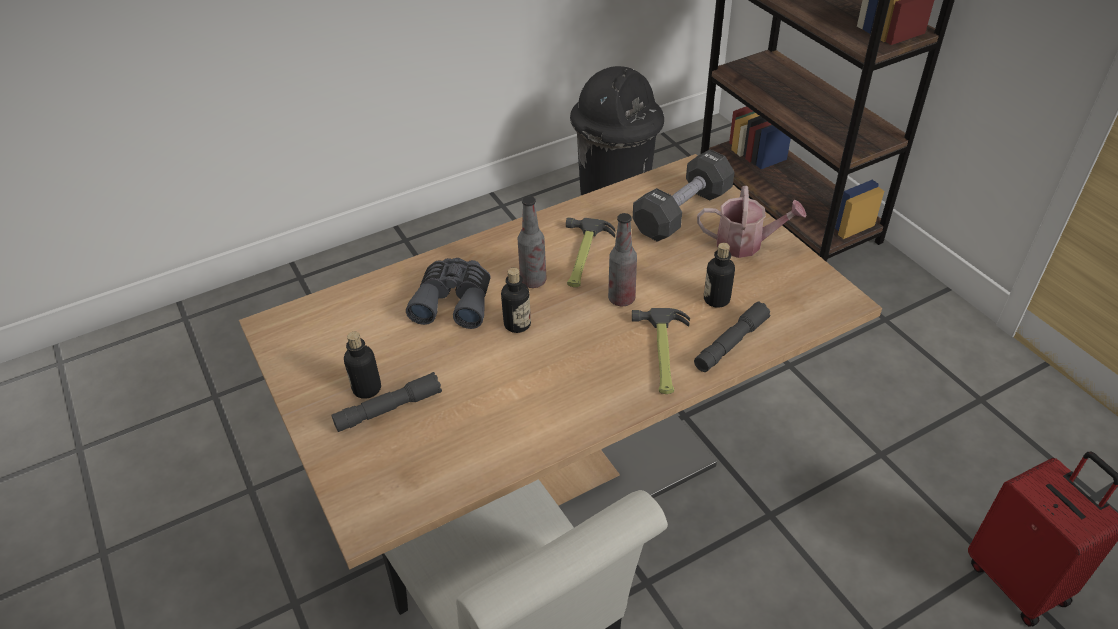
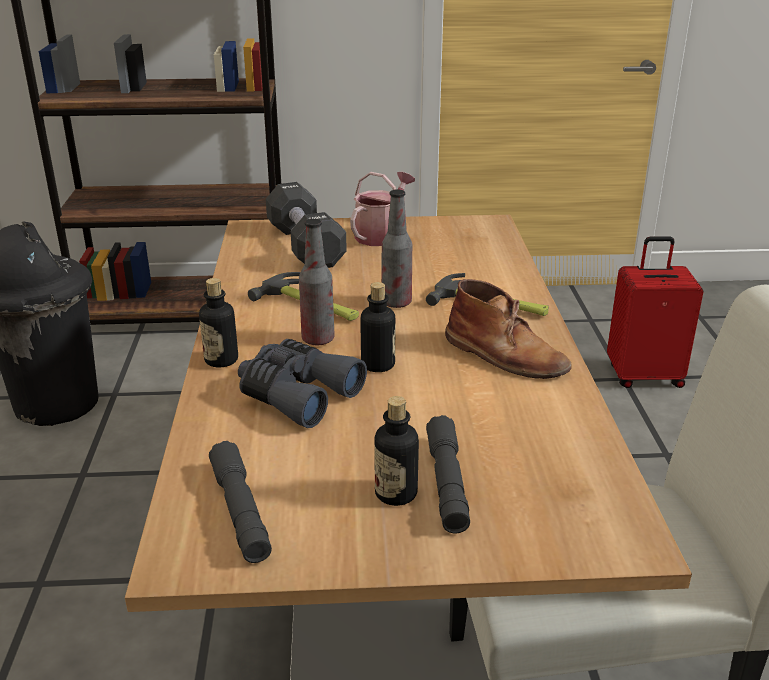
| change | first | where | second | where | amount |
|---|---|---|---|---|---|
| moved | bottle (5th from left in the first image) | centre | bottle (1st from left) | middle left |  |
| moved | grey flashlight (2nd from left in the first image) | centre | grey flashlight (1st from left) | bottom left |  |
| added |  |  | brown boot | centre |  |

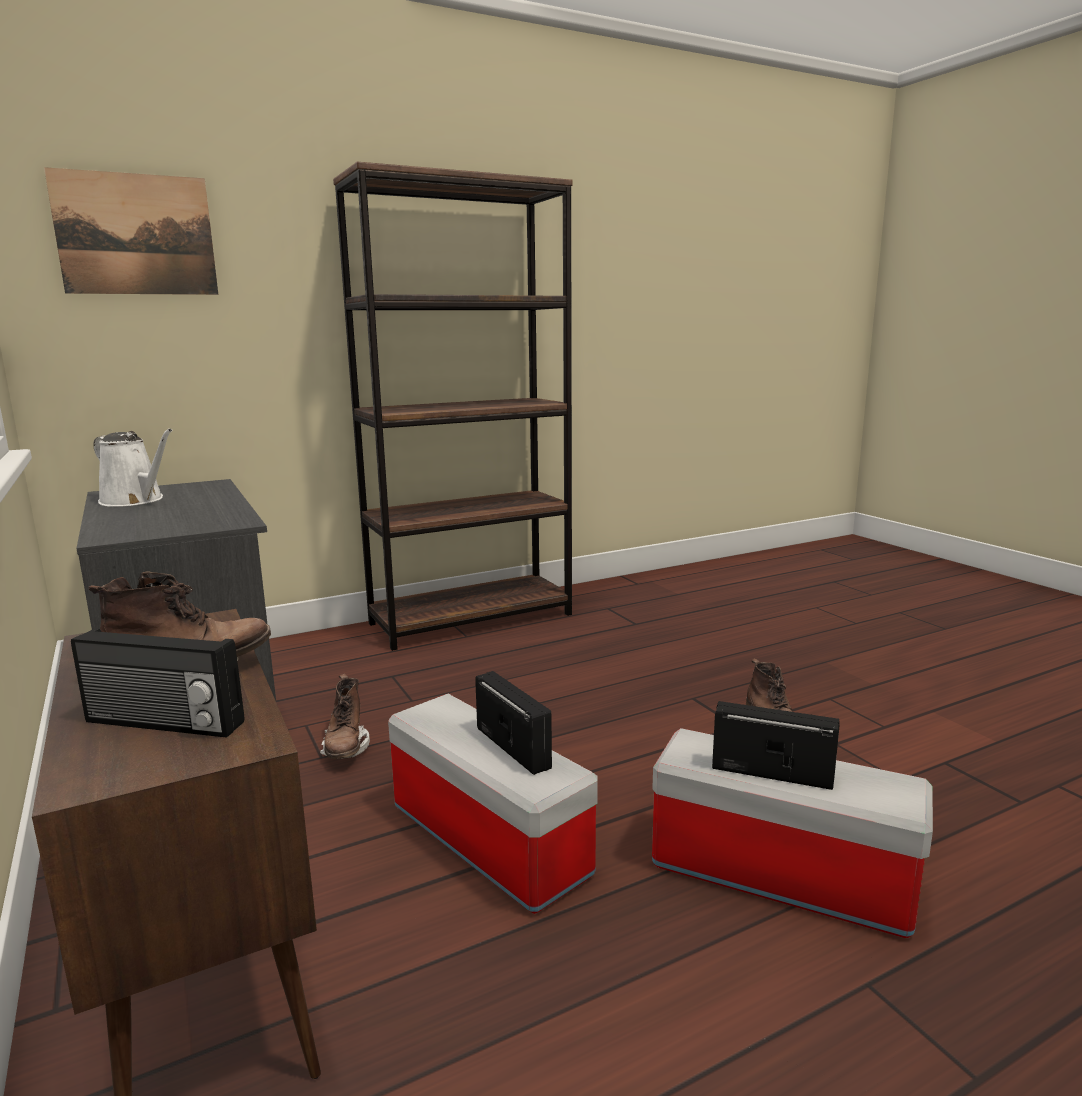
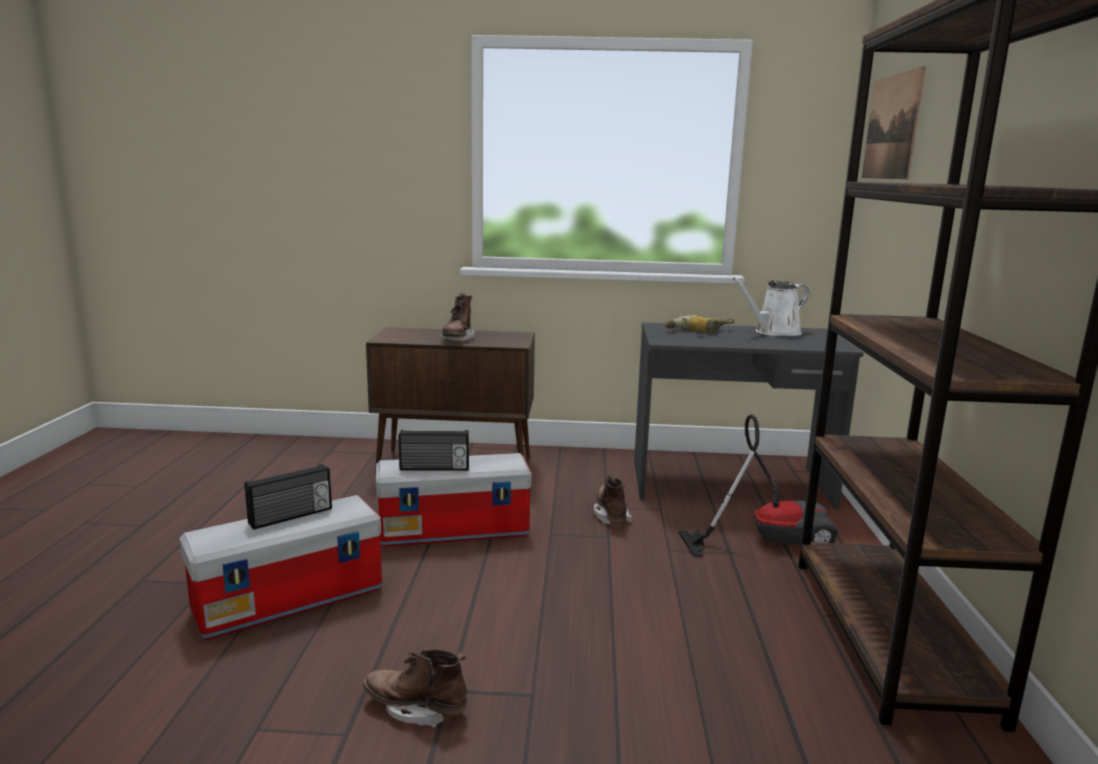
| change | first | where | second | where | amount |
|---|---|---|---|---|---|
| removed | radio (1st from left) | middle left |  |  |  |
| turned | brown boot (2nd from left in the first image) | middle left | brown boot (3rd from left) | centre | 60 degrees clockwise |
| added |  |  | power drill | centre |  |
| added |  |  | vacuum cleaner | middle right |  |

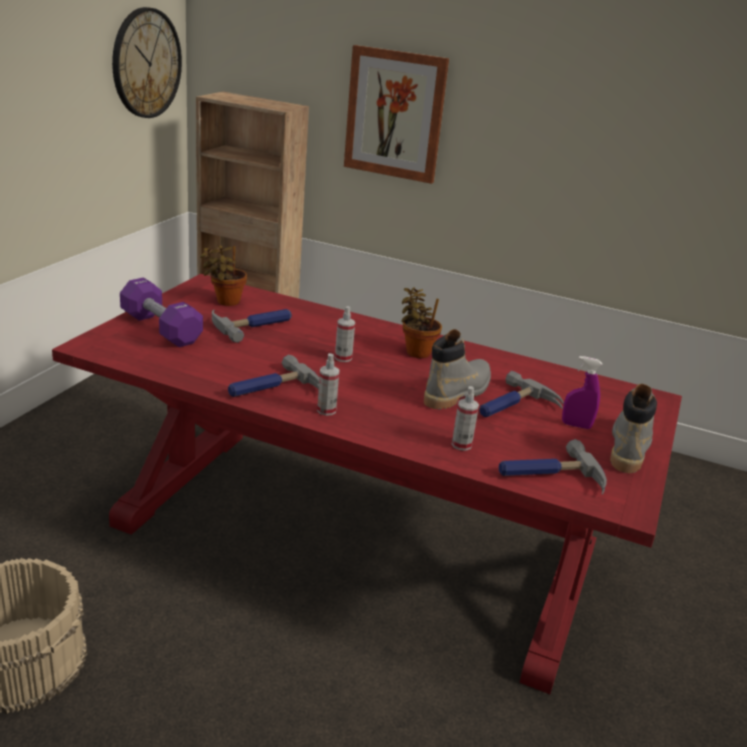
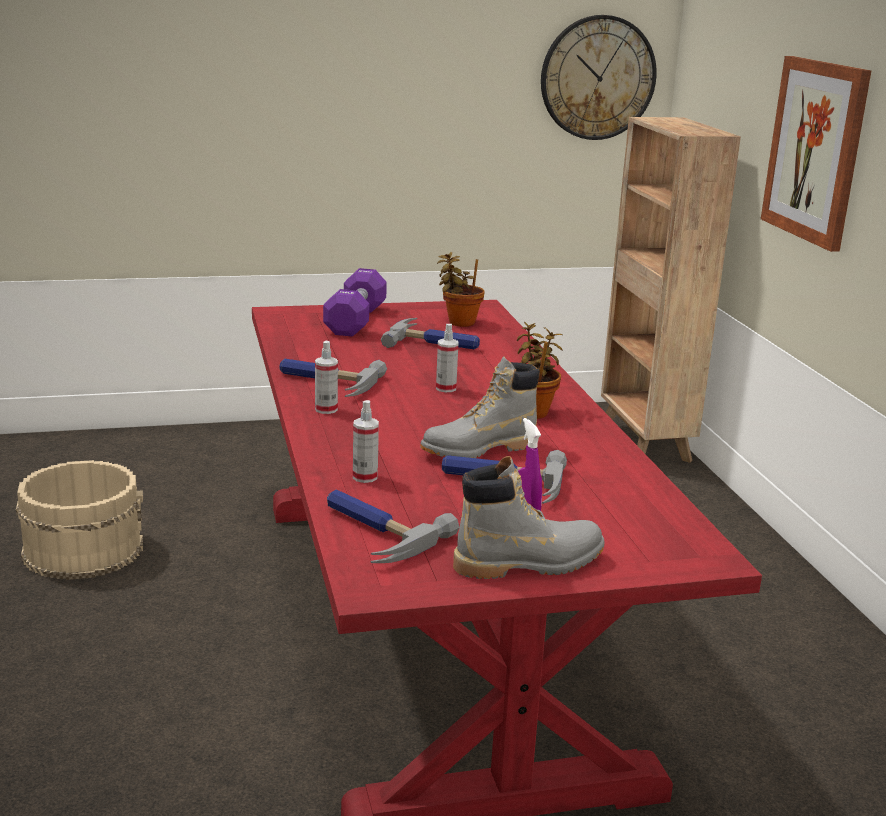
| change | first | where | second | where | amount |
|---|---|---|---|---|---|
| turned | grey boot (1st from left) | centre |  | centre | 150 degrees clockwise |

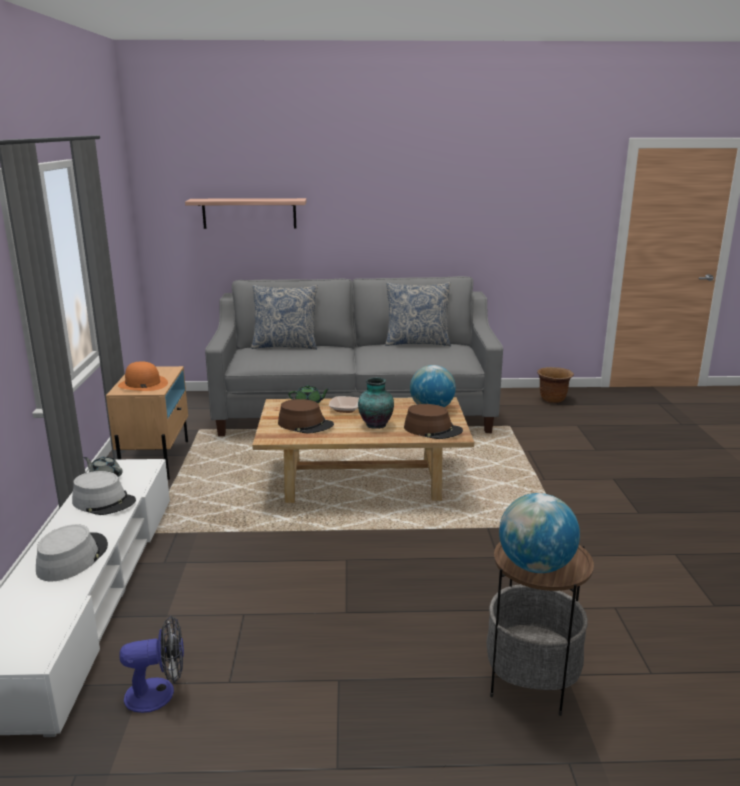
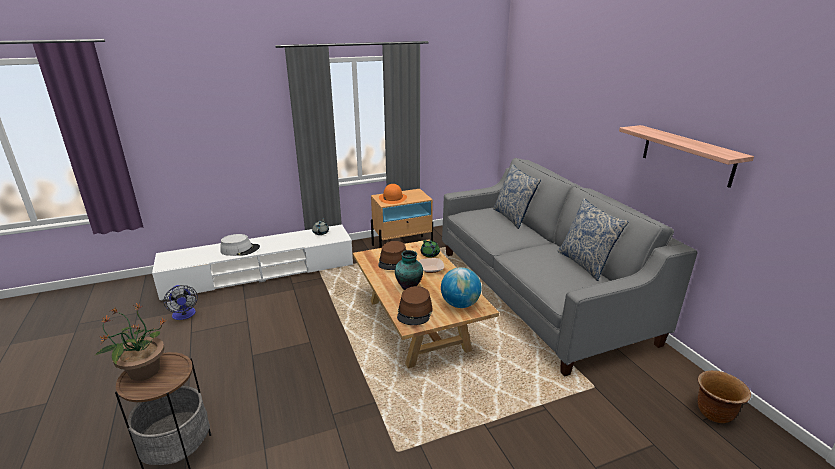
| change | first | where | second | where | amount |
|---|---|---|---|---|---|
| moved | shelf | top left |  | top right |  |
| removed | grey hat (2nd from left) | middle left |  |  |  |
| replaced | globe (2nd from left) | bottom right | potted plant | bottom left |  |

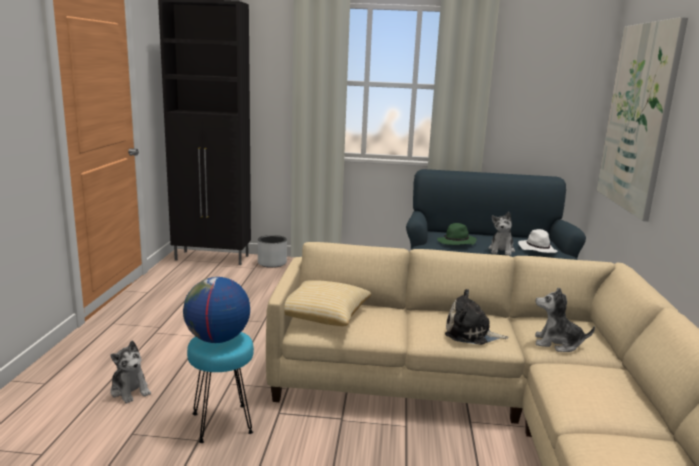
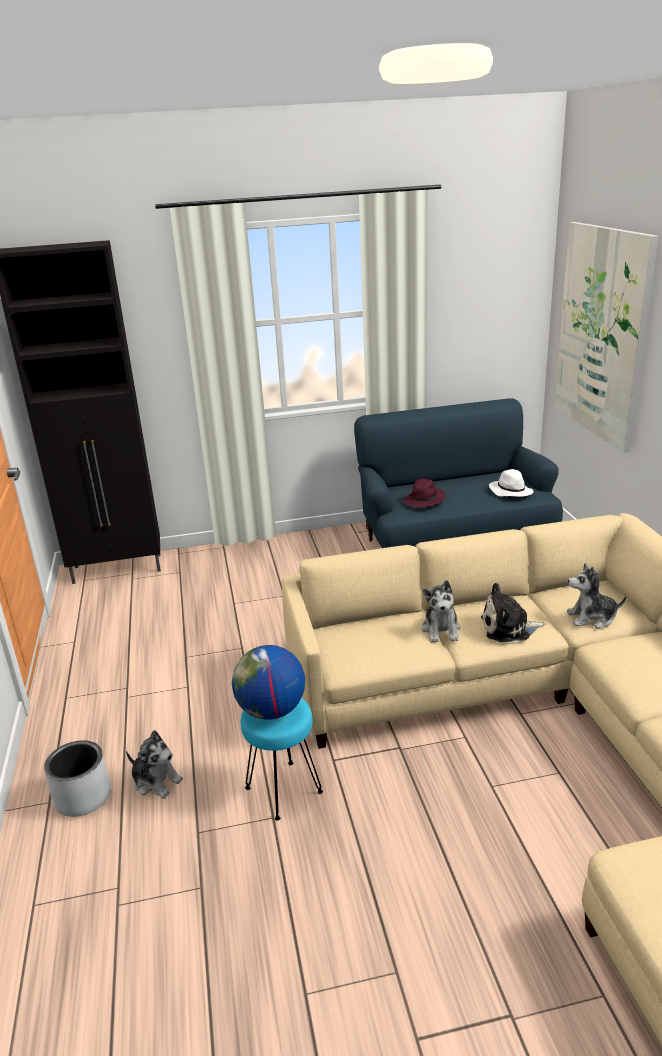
| change | first | where | second | where | amount |
|---|---|---|---|---|---|
| moved | plush toy (3rd from left in the first image) | middle right | plush toy (2nd from left) | centre |  |
| recoloured | green hat | centre | purple hat | centre |  |
| moved | grey planter | centre |  | bottom left |  |
| removed | pillow | centre |  |  |  |

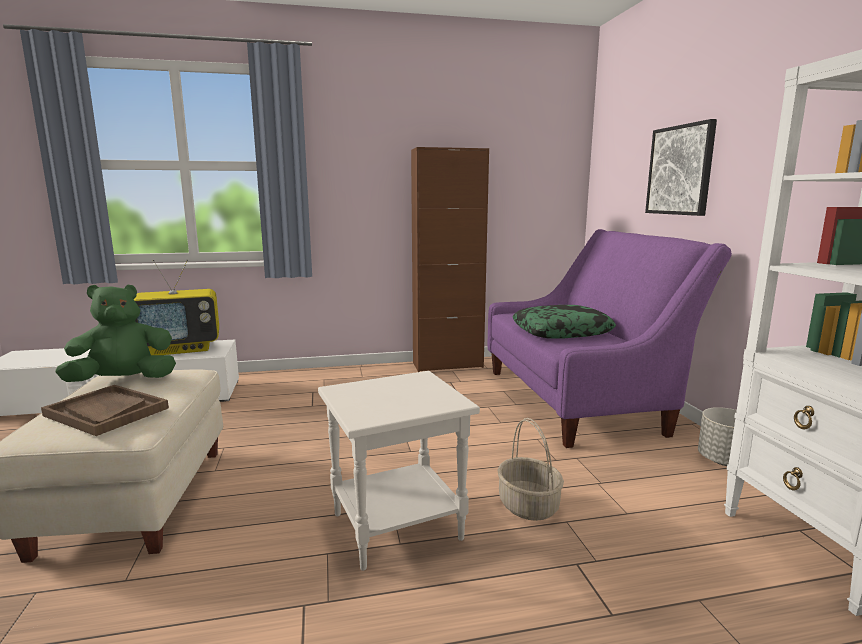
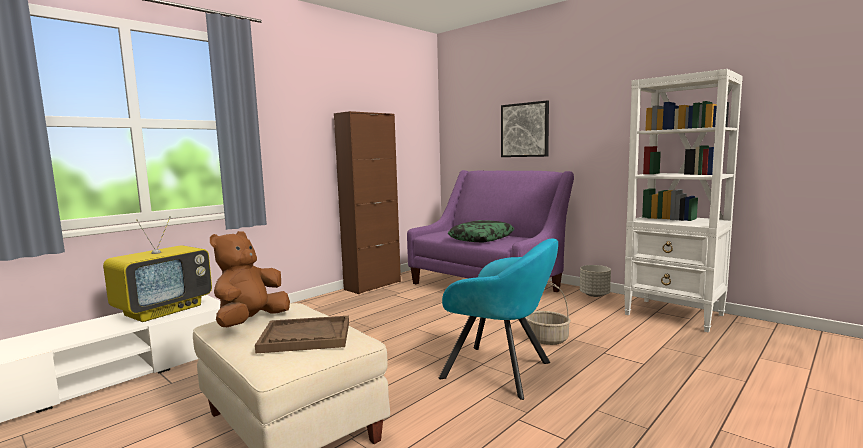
| change | first | where | second | where | amount |
|---|---|---|---|---|---|
| recoloured | green plush toy | middle left | brown plush toy | middle left |  |
| replaced | white side table | bottom centre | turquoise armchair | bottom centre |  |

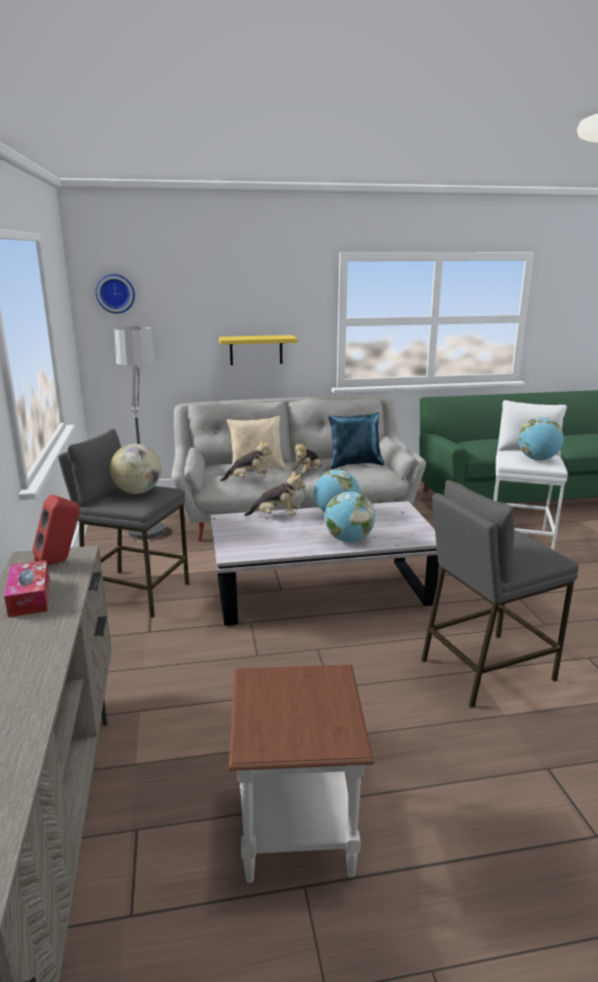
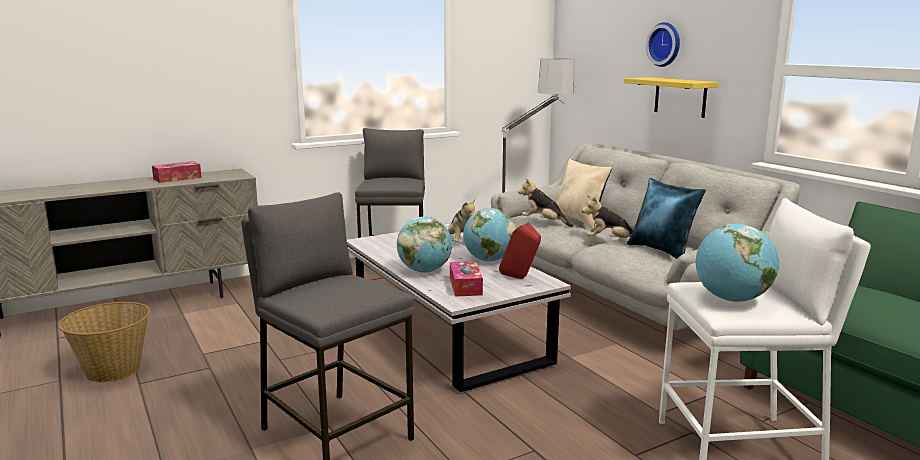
| change | first | where | second | where | amount |
|---|---|---|---|---|---|
| moved | wall clock | top left |  | top right |  |
| turned | plush toy (1st from left in the first image) | centre | plush toy (2nd from left) | centre | 150 degrees clockwise |
| removed | globe (1st from left) | middle left |  |  |  |
| moved | red speaker | middle left |  | centre |  |
| replaced | brown side table | bottom centre | basket | bottom left |  |
| added |  |  | tissue box (2nd from left) | centre |  |

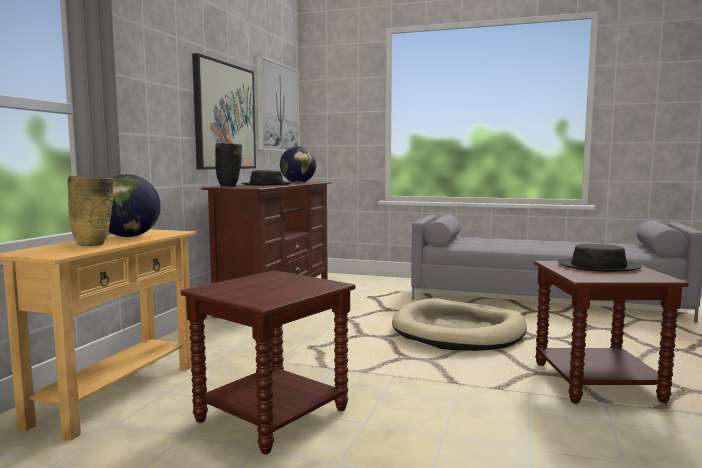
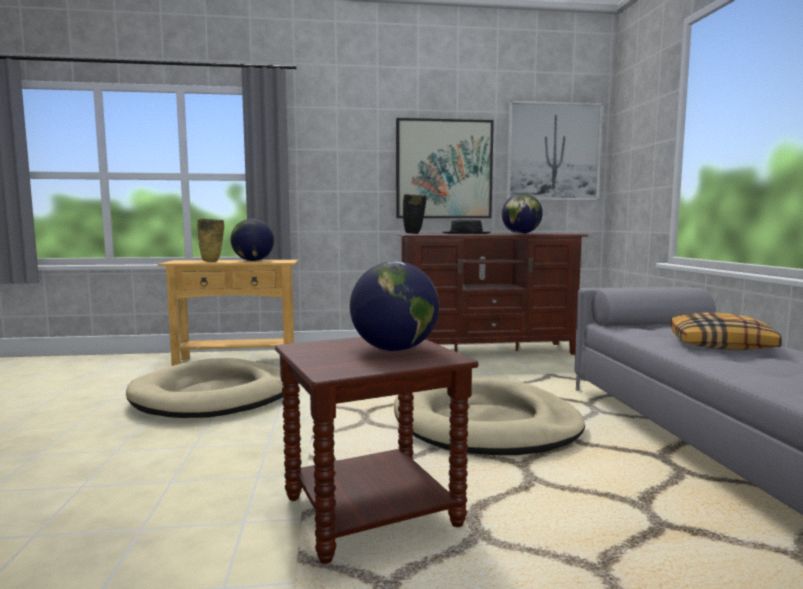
| change | first | where | second | where | amount |
|---|---|---|---|---|---|
| replaced | black hat (2nd from left) | middle right | globe (2nd from left) | centre |  |
| replaced | brown side table (1st from left) | bottom centre | beige dog bed (1st from left) | middle left |  |
| added |  |  | pillow | middle right |  |

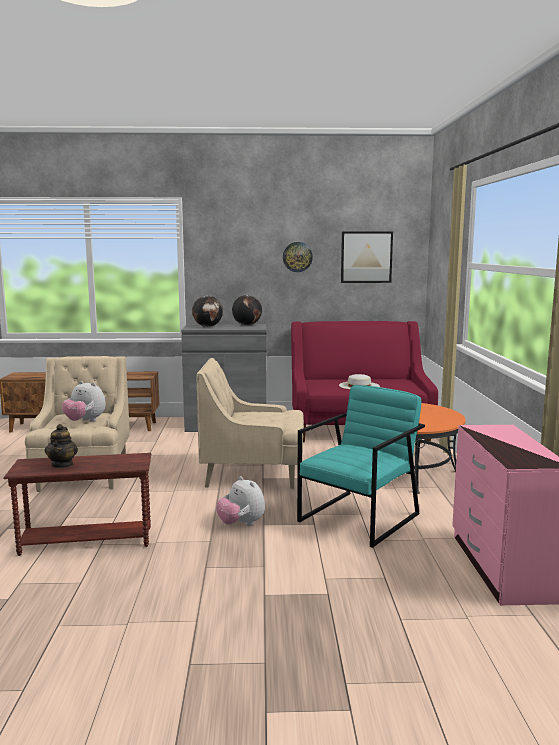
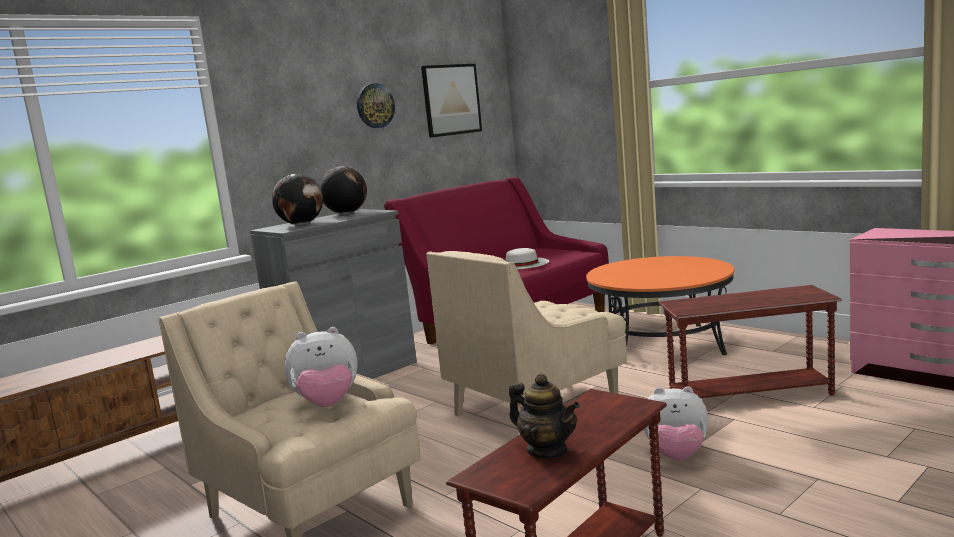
| change | first | where | second | where | amount |
|---|---|---|---|---|---|
| replaced | turquoise armchair | centre | brown side table (2nd from left) | middle right |  |

